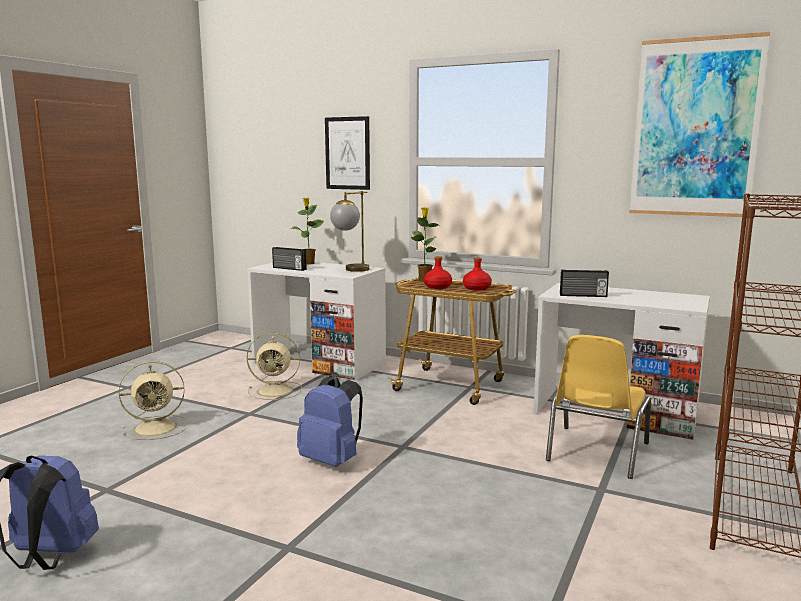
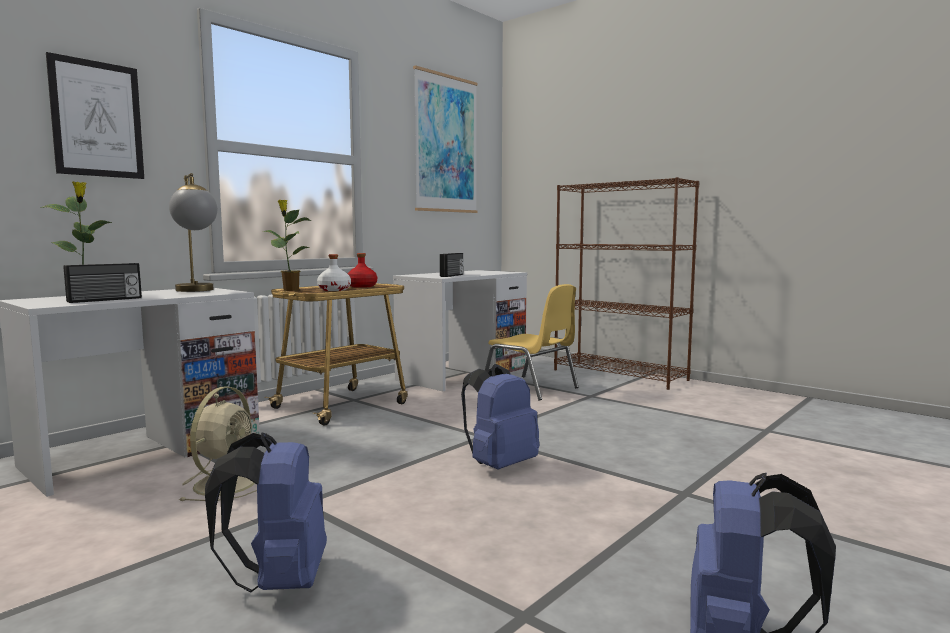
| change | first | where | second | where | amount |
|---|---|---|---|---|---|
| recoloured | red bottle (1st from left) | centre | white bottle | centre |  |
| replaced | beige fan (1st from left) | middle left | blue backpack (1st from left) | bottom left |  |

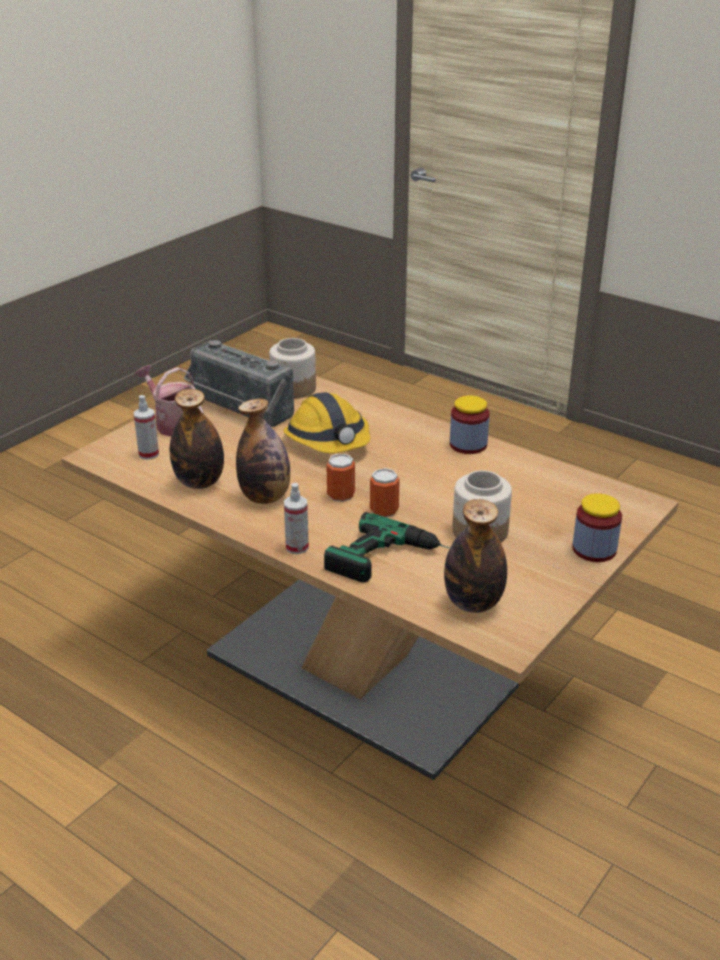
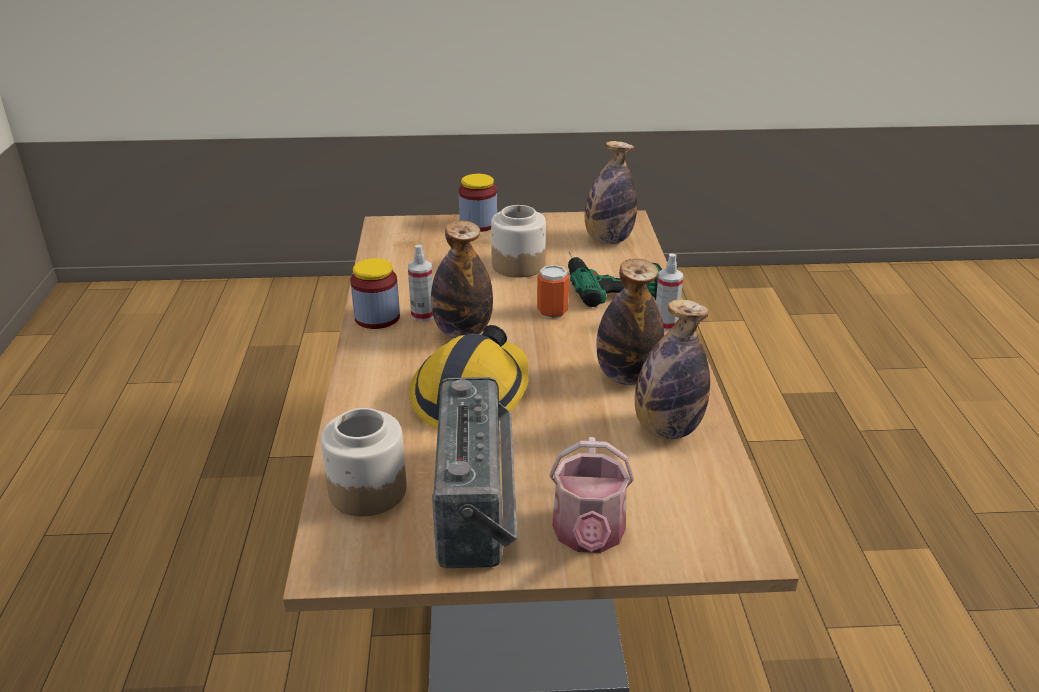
| change | first | where | second | where | amount |
|---|---|---|---|---|---|
| moved | spray bottle (1st from left) | middle left |  | centre |  |
| removed | can (1st from left) | centre |  |  |  |
| added |  |  | bottle (1st from left) | centre |  |

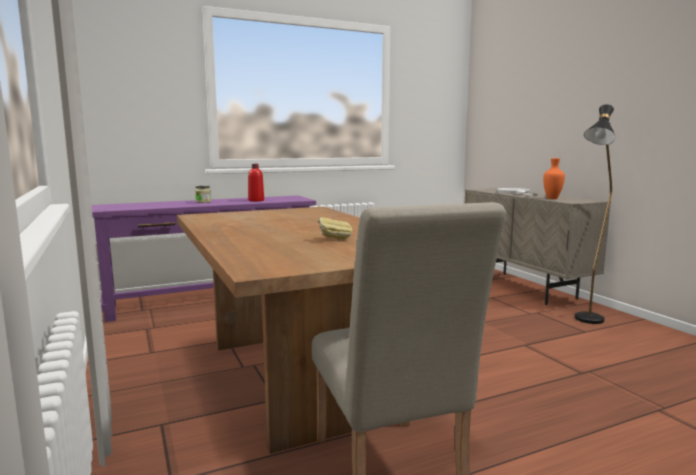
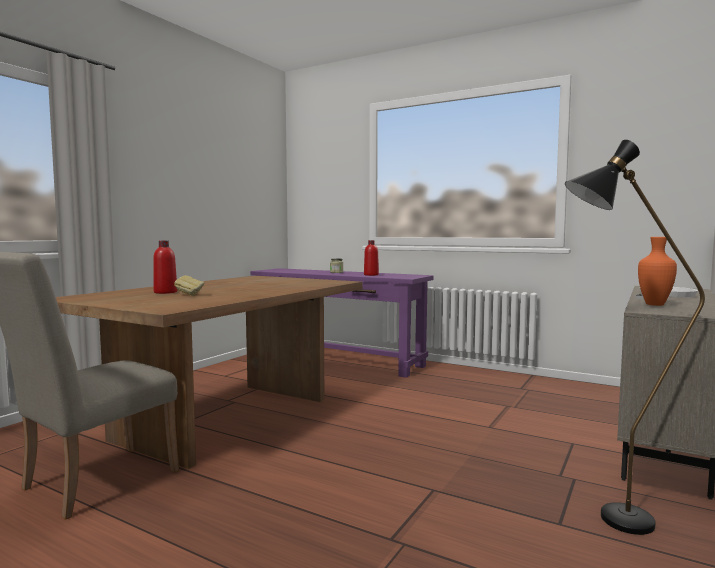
| change | first | where | second | where | amount |
|---|---|---|---|---|---|
| added |  |  | red bottle (1st from left) | middle left |  |

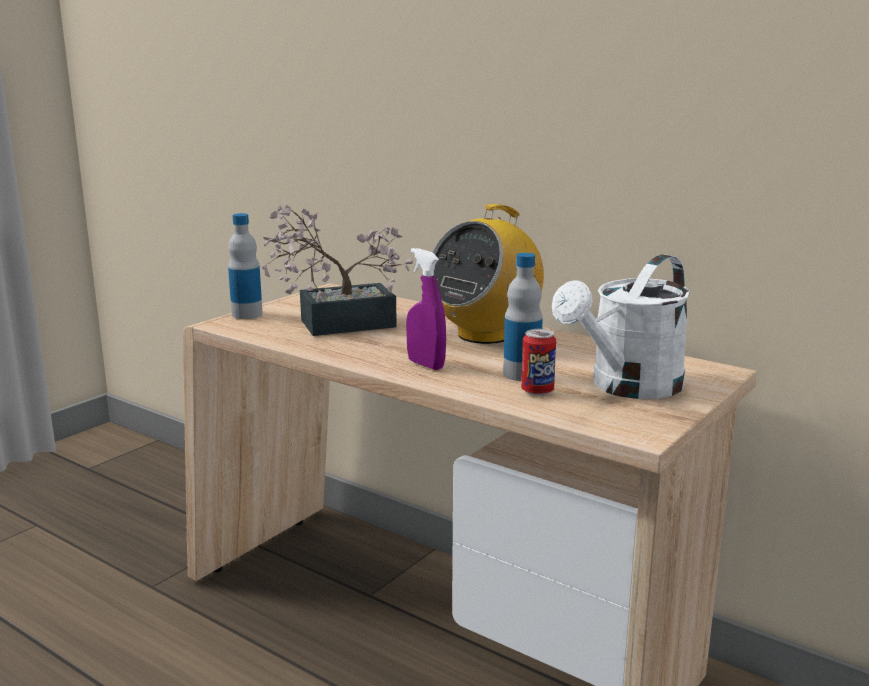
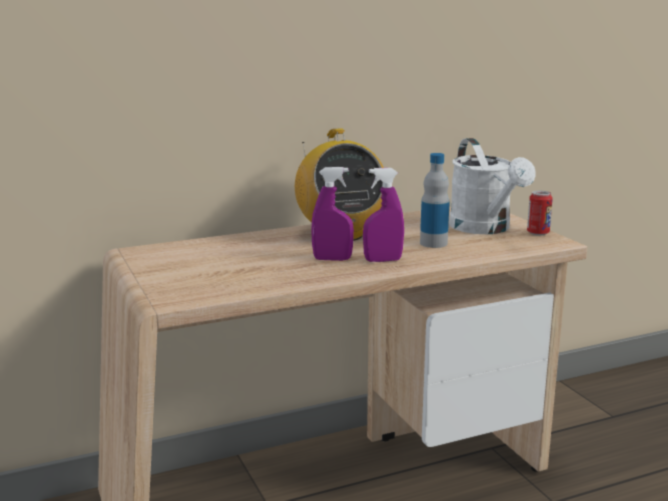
| change | first | where | second | where | amount |
|---|---|---|---|---|---|
| removed | potted plant | centre |  |  |  |
| removed | bottle (1st from left) | middle left |  |  |  |
| moved | can | centre |  | middle right |  |
| added |  |  | purple spray bottle (1st from left) | centre |  |

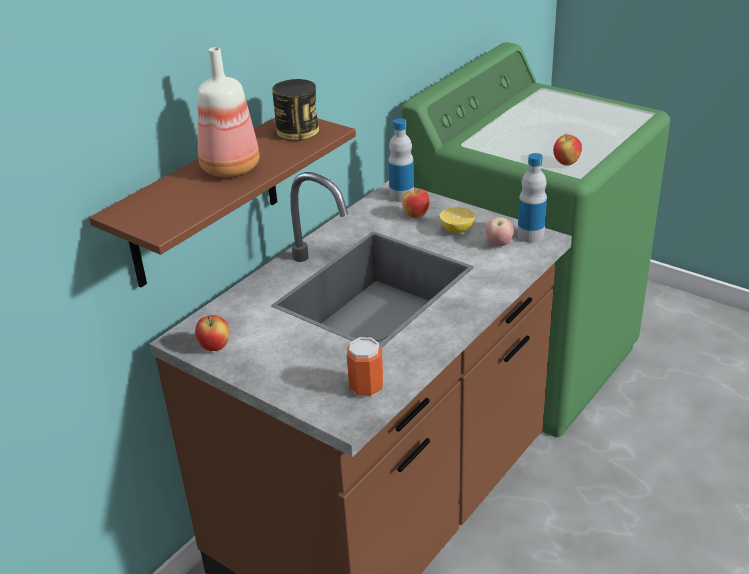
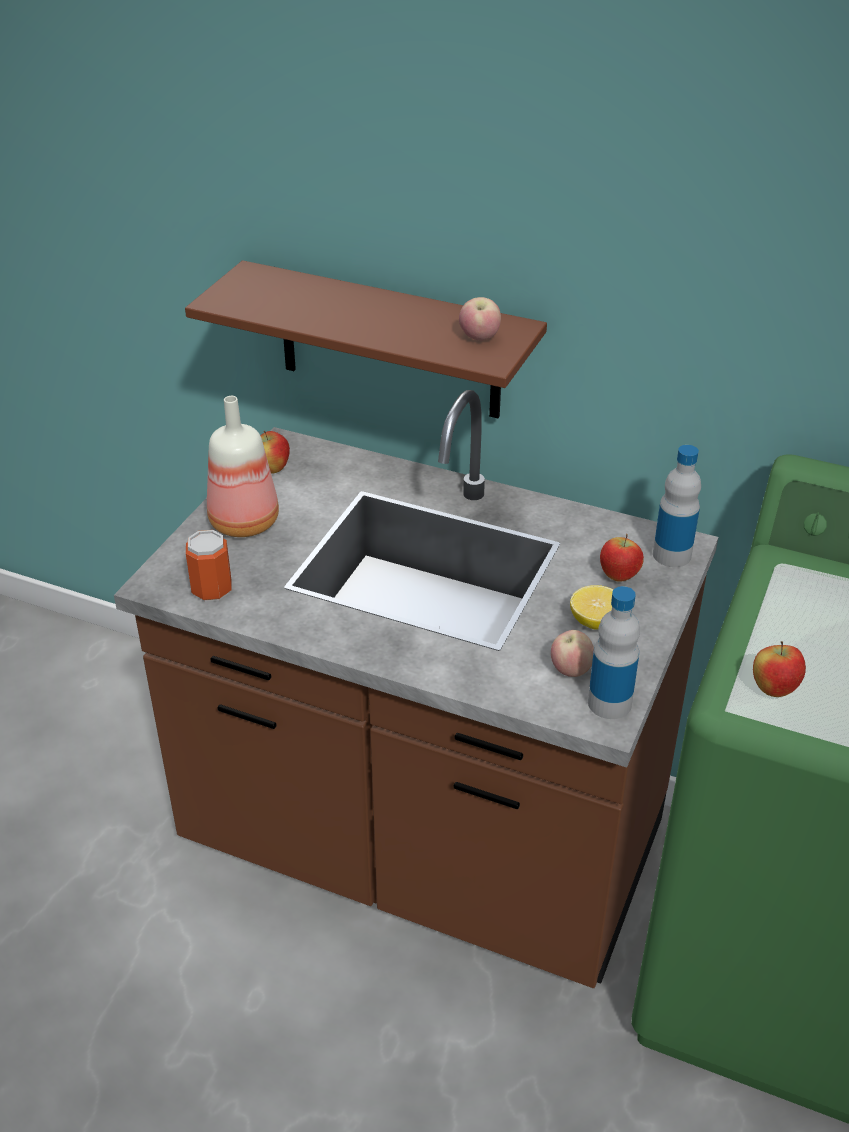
| change | first | where | second | where | amount |
|---|---|---|---|---|---|
| moved | bottle (1st from left) | top left |  | middle left |  |
| replaced | can (1st from left) | top centre | apple (2nd from left) | top centre |  |

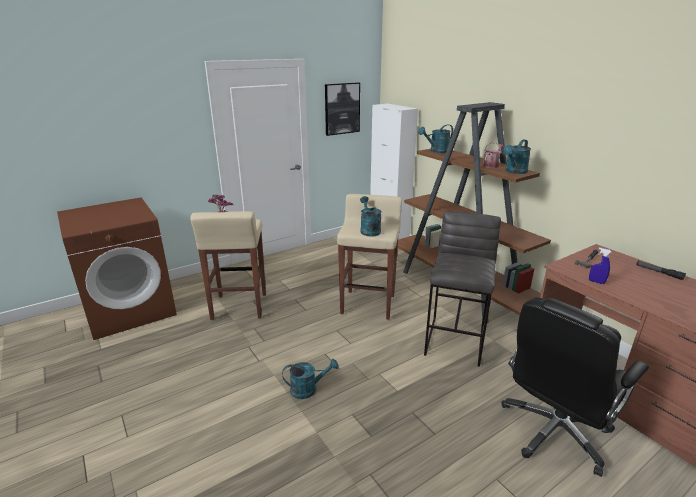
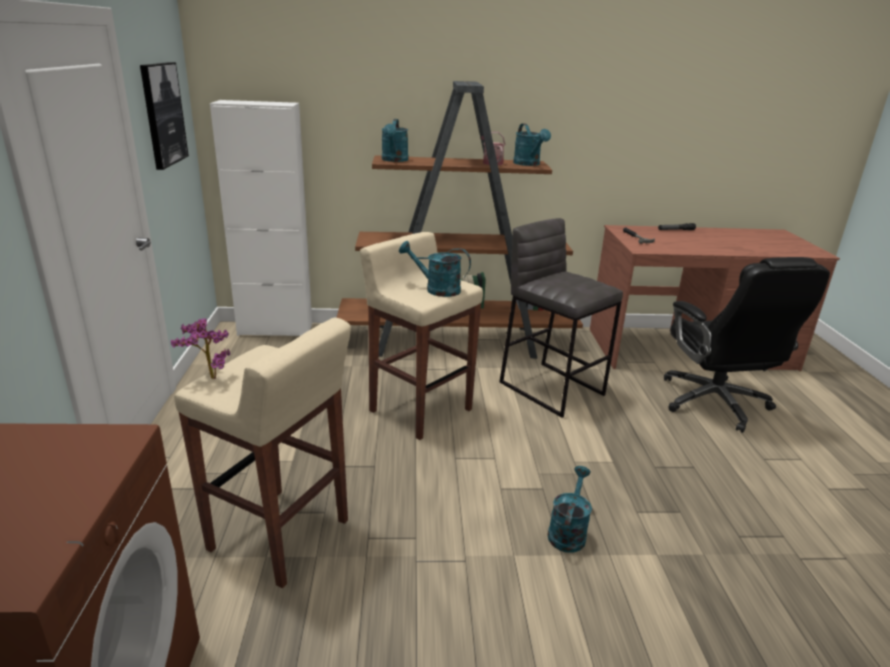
| change | first | where | second | where | amount |
|---|---|---|---|---|---|
| removed | blue spray bottle | middle right |  |  |  |

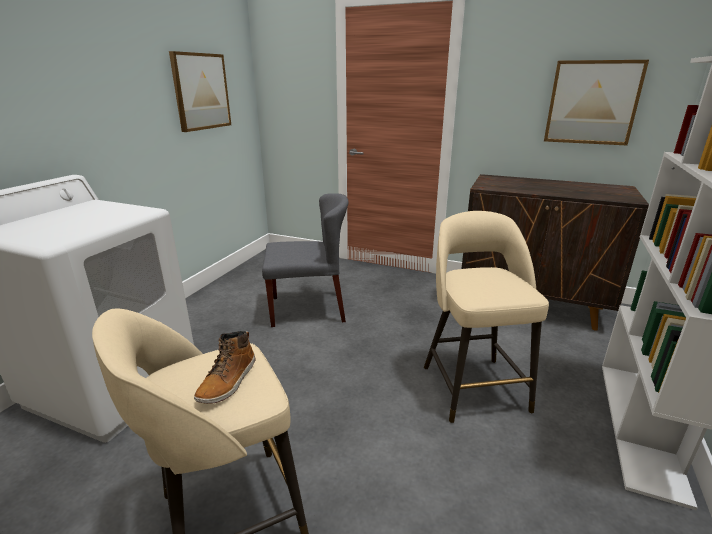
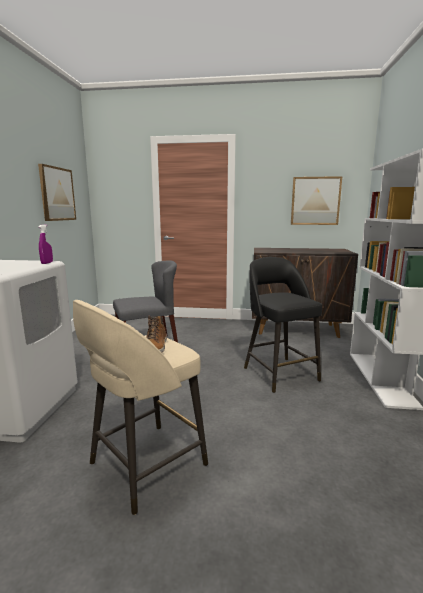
| change | first | where | second | where | amount |
|---|---|---|---|---|---|
| recoloured | beige stool (2nd from left) | middle right | black stool | middle right |  |
| added |  |  | purple spray bottle | middle left |  |

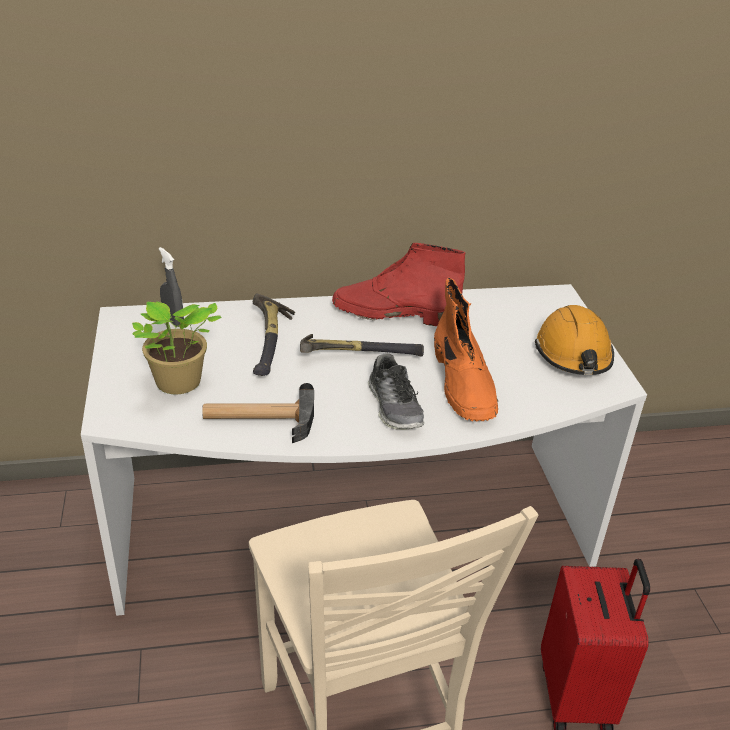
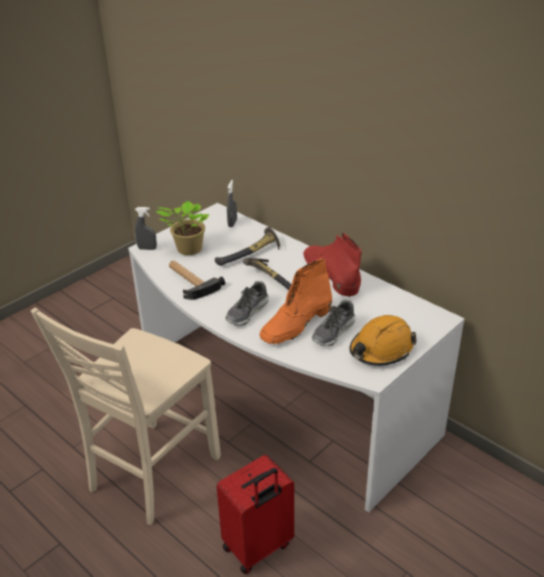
| change | first | where | second | where | amount |
|---|---|---|---|---|---|
| added |  |  | grey spray bottle (1st from left) | middle left |  |
| added |  |  | shoe (2nd from left) | centre |  |

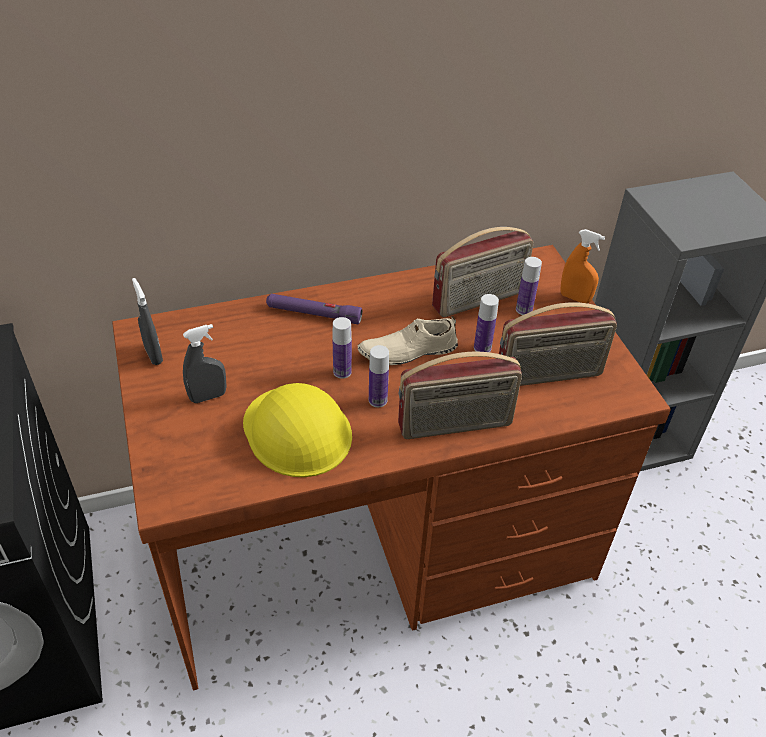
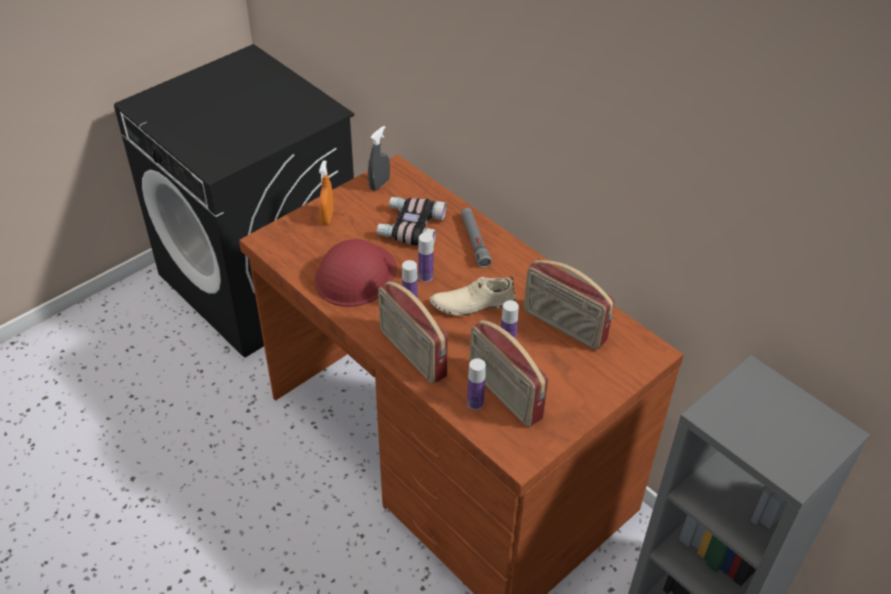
| change | first | where | second | where | amount |
|---|---|---|---|---|---|
| moved | orange spray bottle | middle right |  | top centre |  |
| moved | bottle (4th from left in the first image) | middle right | bottle (3rd from left) | centre |  |
| recoloured | purple flashlight | centre | grey flashlight | centre |  |
| turned | beige shoe | centre |  | centre | 60 degrees counterclockwise |
| removed | grey spray bottle (2nd from left) | middle left |  |  |  |
| recoloured | yellow hard hat | centre | red hard hat | centre |  |
| added |  |  | binoculars | centre |  |

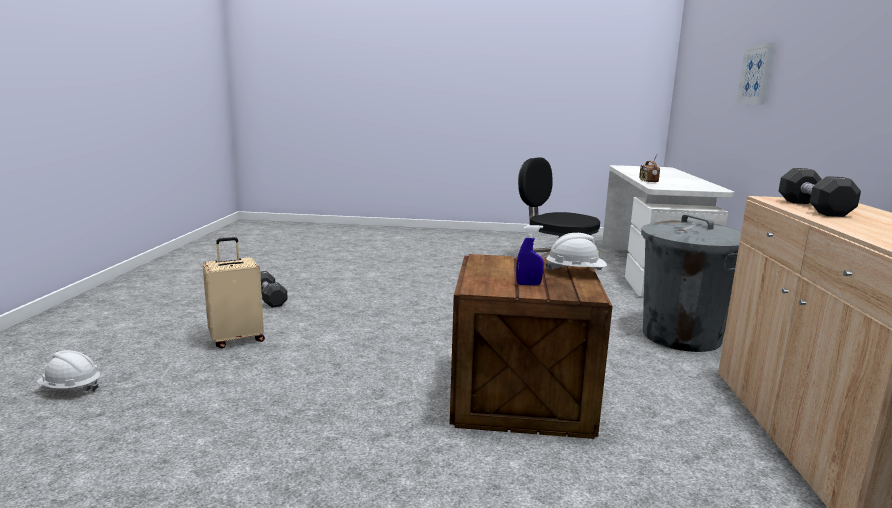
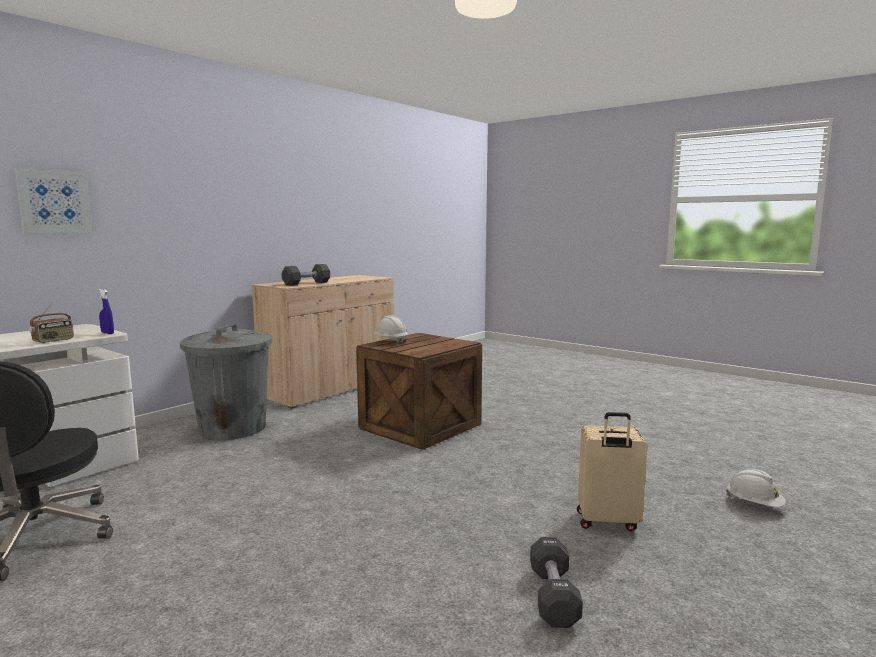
| change | first | where | second | where | amount |
|---|---|---|---|---|---|
| moved | blue spray bottle | centre |  | middle left |  |

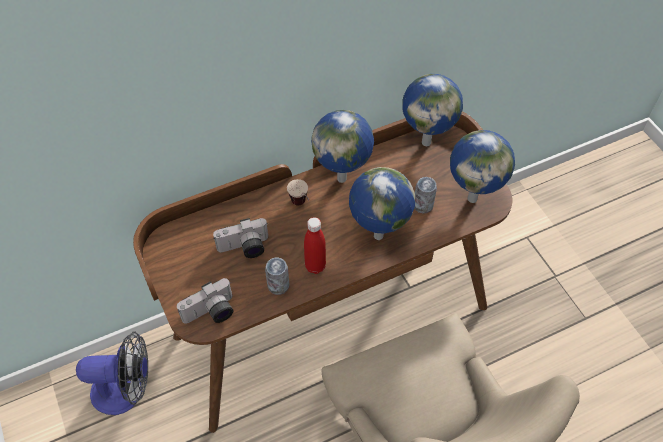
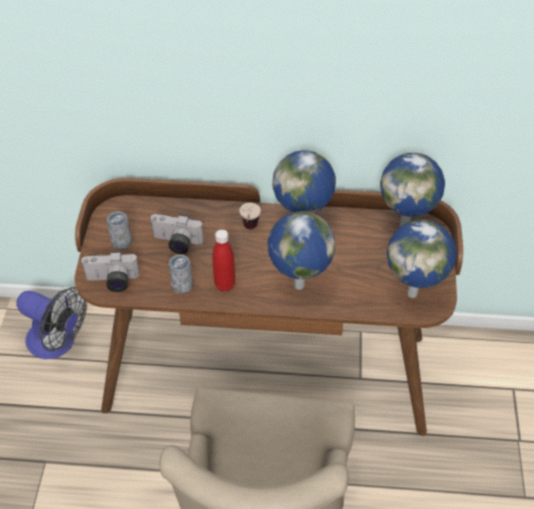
| change | first | where | second | where | amount |
|---|---|---|---|---|---|
| moved | can (2nd from left in the first image) | centre | can (1st from left) | middle left |  |

